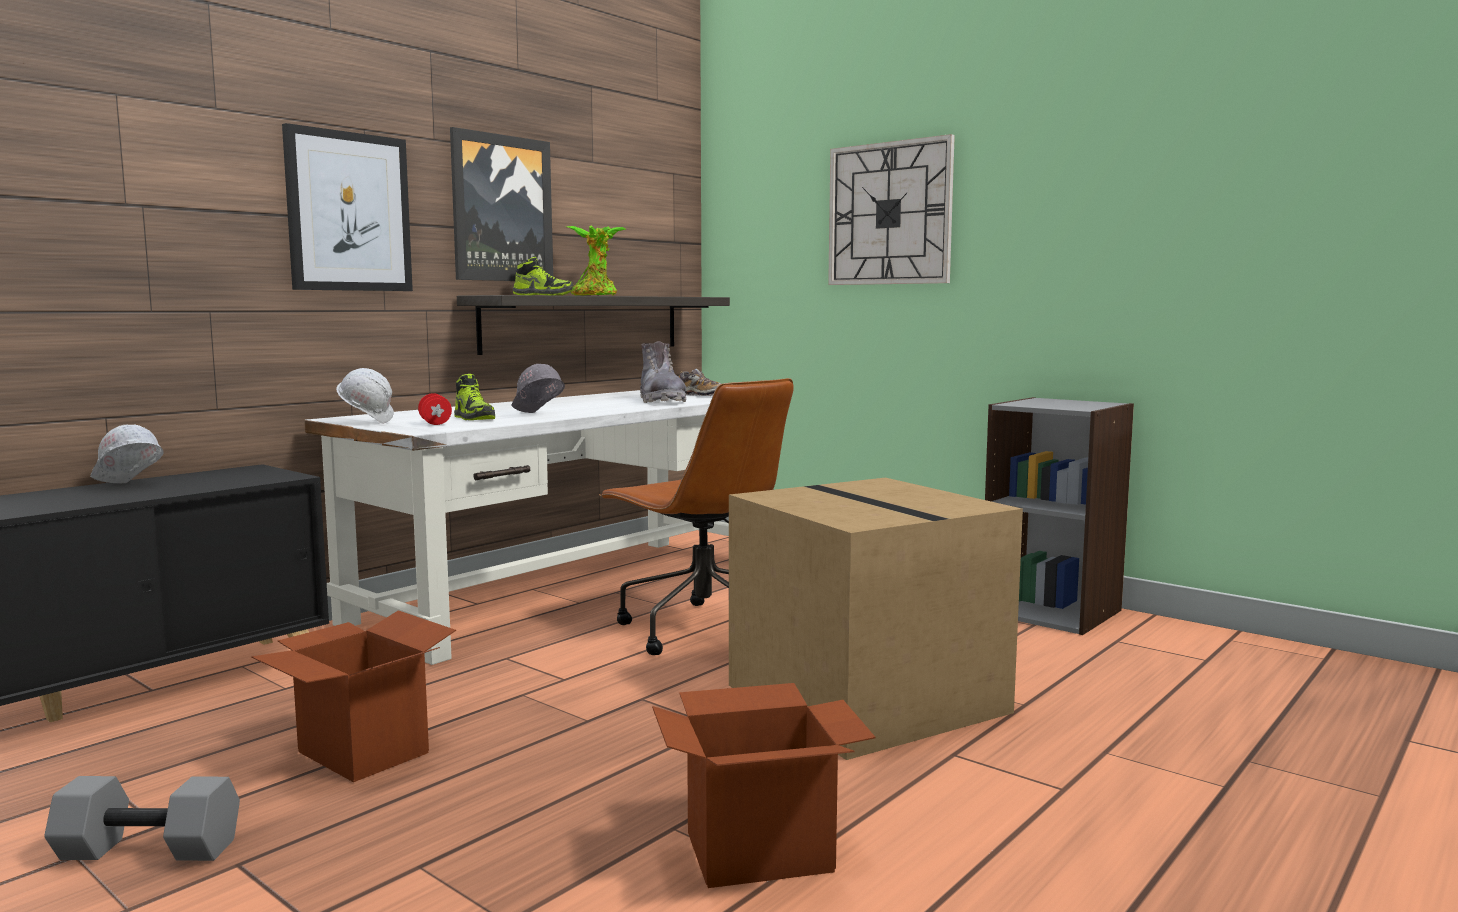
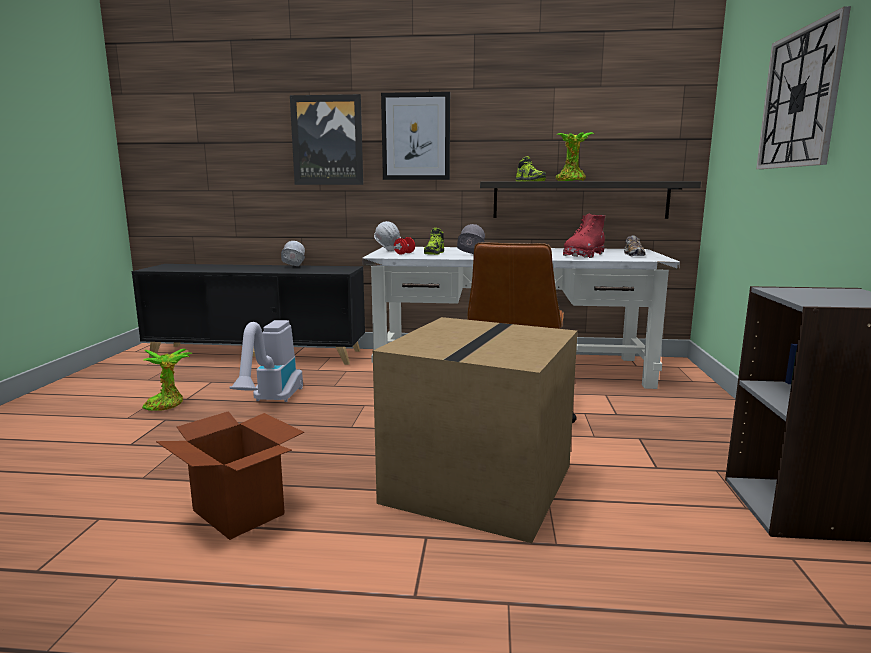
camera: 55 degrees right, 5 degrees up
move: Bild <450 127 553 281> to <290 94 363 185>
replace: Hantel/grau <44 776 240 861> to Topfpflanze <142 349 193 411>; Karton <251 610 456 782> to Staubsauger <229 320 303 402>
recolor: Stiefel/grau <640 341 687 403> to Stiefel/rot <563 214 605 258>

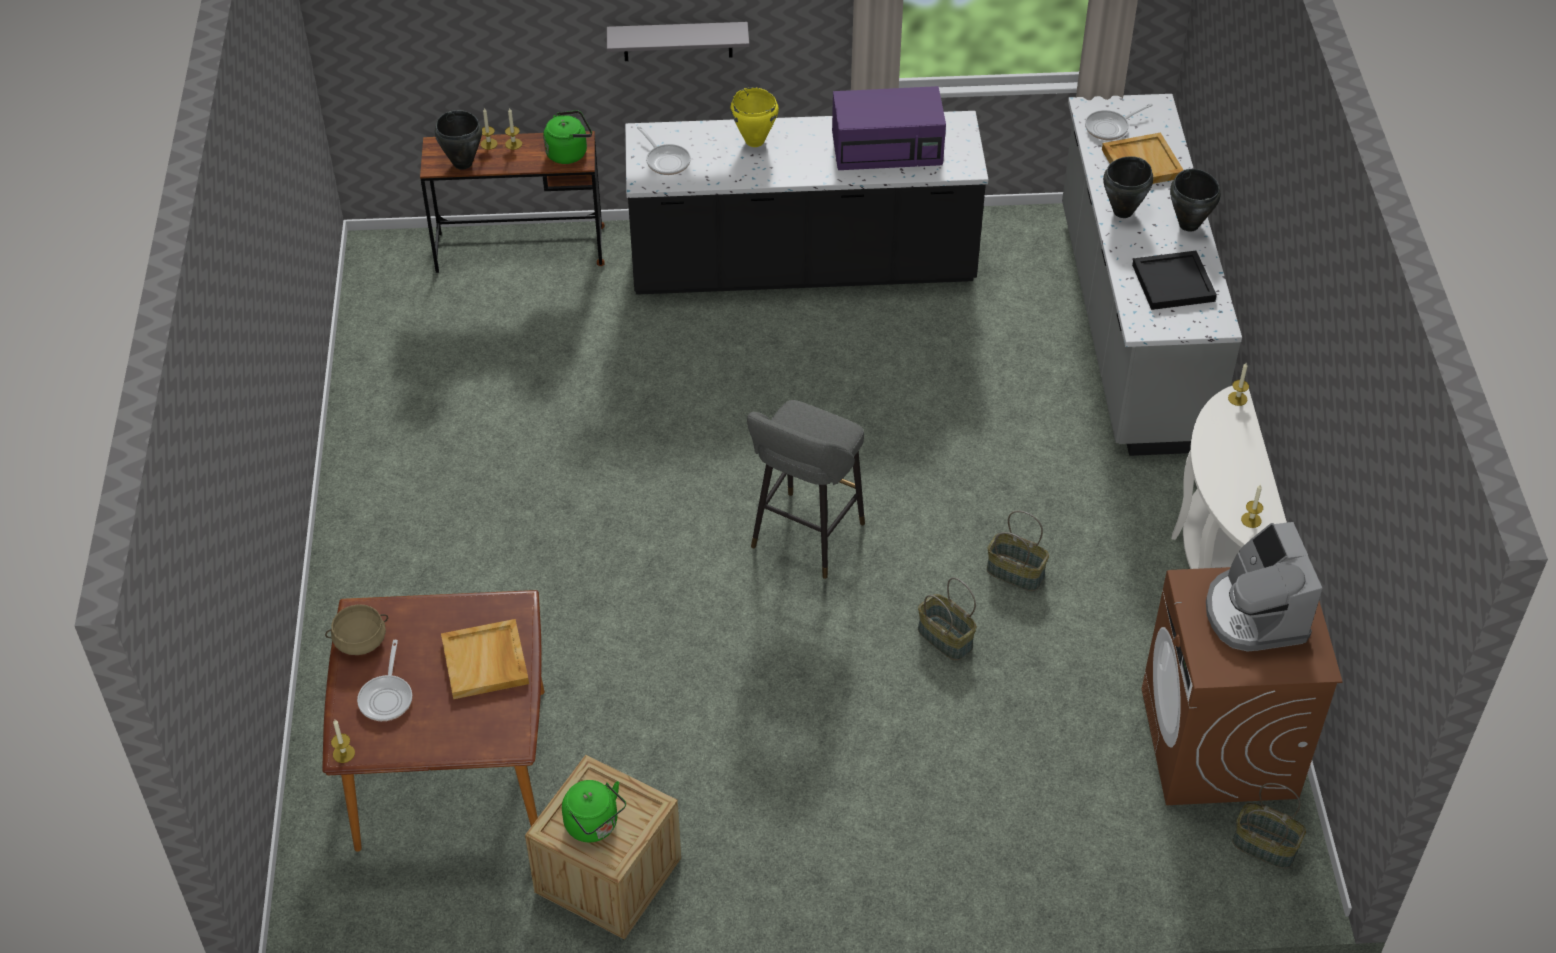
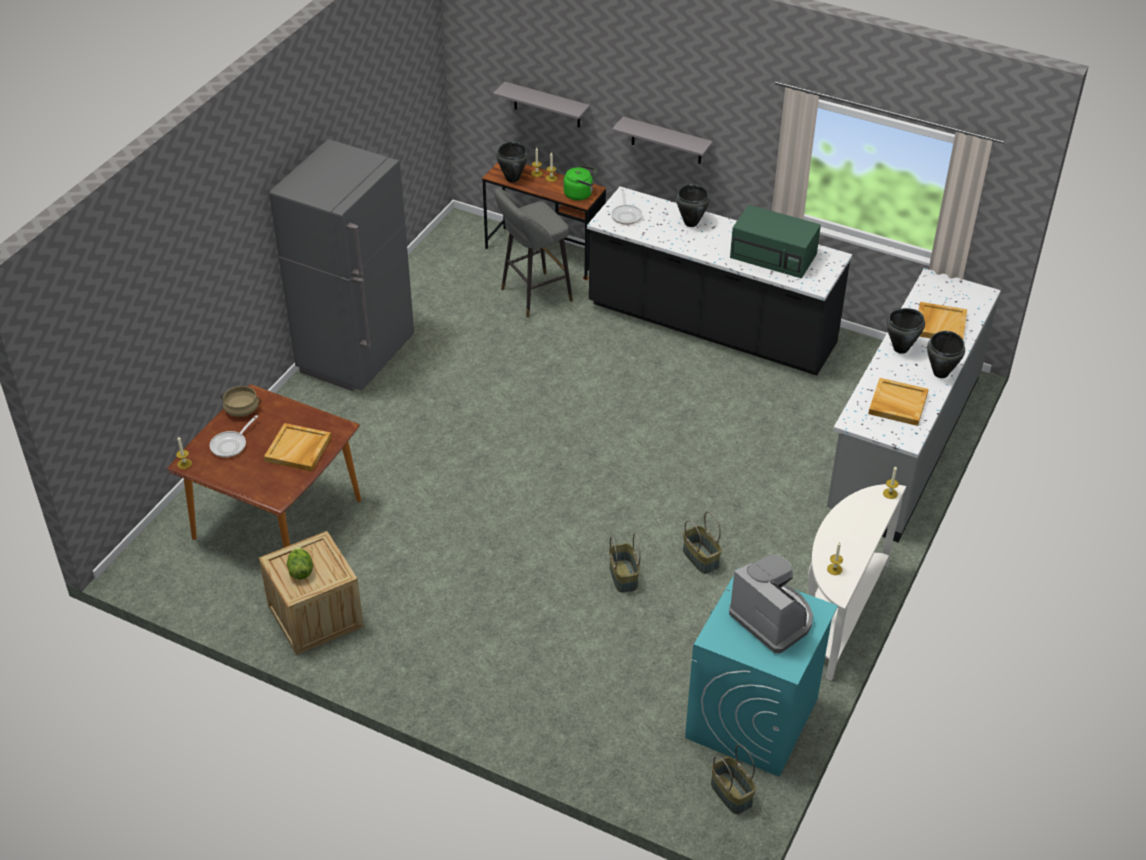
camera: 30 degrees right, 5 degrees down
delete: Pfanne <1085 103 1153 140>
insert: Kühlschrank/grau <269 139 414 391>; Wandregal/grau <493 82 590 128>
move: Hocker/grau <747 400 865 579> to <494 188 573 318>
replace: Wasserkessel/grün <562 780 626 842> to Salatkopf <287 546 313 580>
recolor: Kochtopf/gelb <731 87 779 147> to Kochtopf/schwarz <676 184 710 227>; Waschmaschine/braun <1141 567 1343 805> to Waschmaschine/türkis <685 575 838 777>; Mikrowelle/lila <832 86 946 170> to Mikrowelle/grün <730 205 821 278>; Tablett/schwarz <1132 251 1217 310> to Tablett/beige <868 378 929 426>
rotate: Kaffeemaschine <1206 522 1323 651> = <729 554 813 654> 120 degrees clockwise

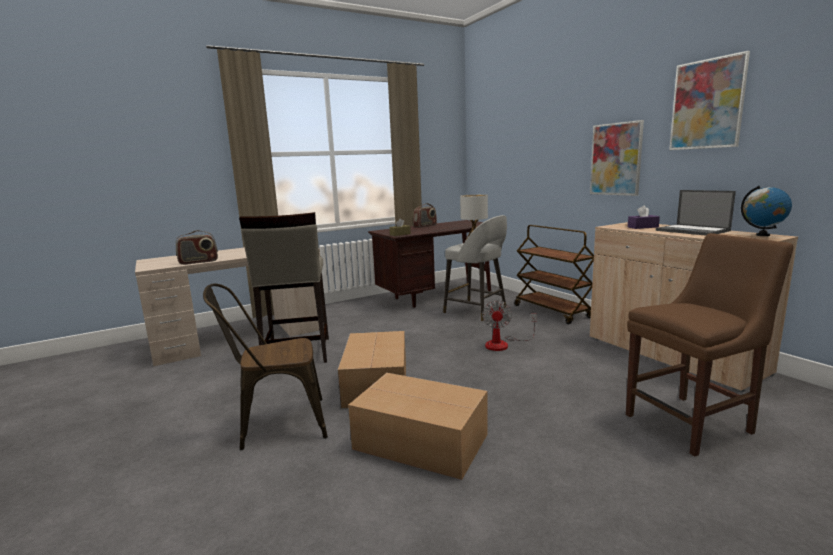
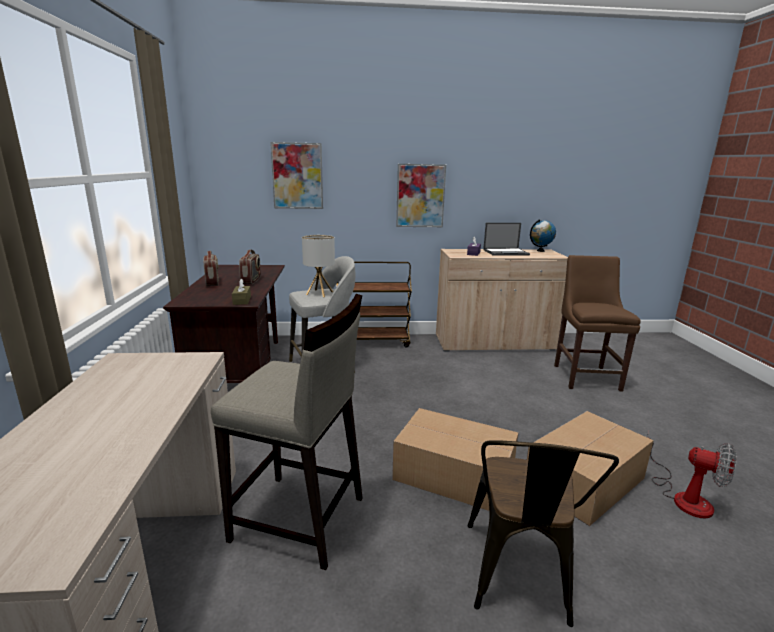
camera: 65 degrees left, 5 degrees up
move: Radio <176 230 218 265> to <239 249 261 284>; Bild <669 51 750 150> to <270 142 323 209>; Ventilator <482 300 537 351> to <647 431 737 518>

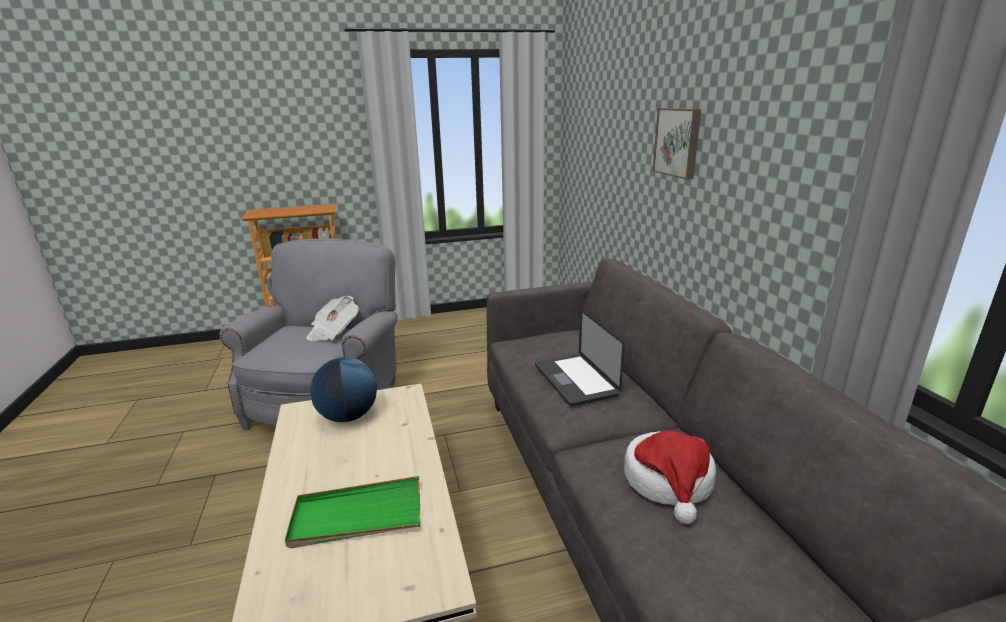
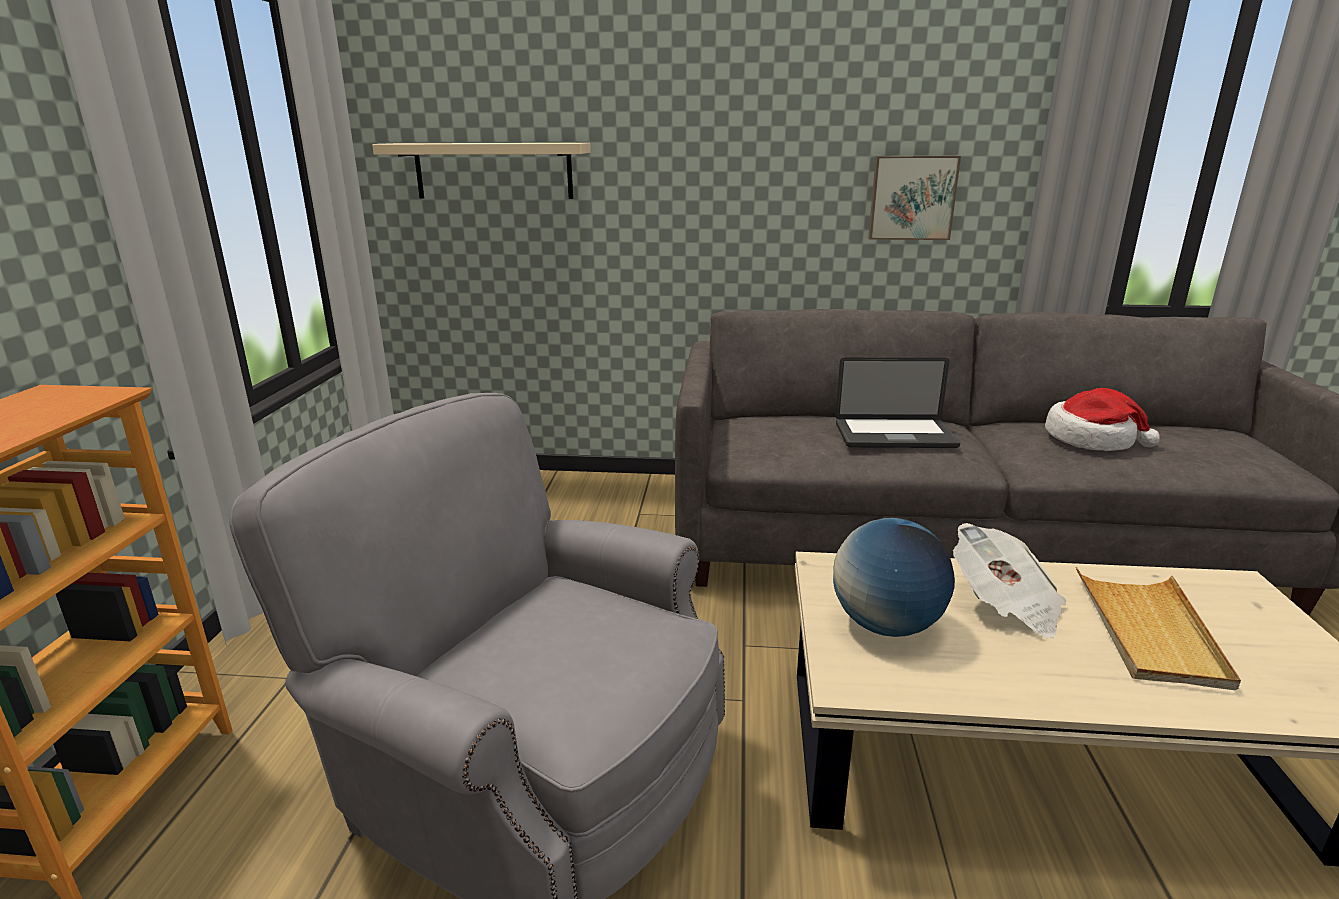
camera: 70 degrees left, 0 degrees up
insert: Wandregal/beige <372 143 591 199>
move: Bild <652 108 701 180> to <868 156 961 240>; Zeitung <306 296 359 341> to <953 523 1066 639>
recolor: Tablett/grün <285 476 420 548> to Tablett/beige <1076 567 1241 690>

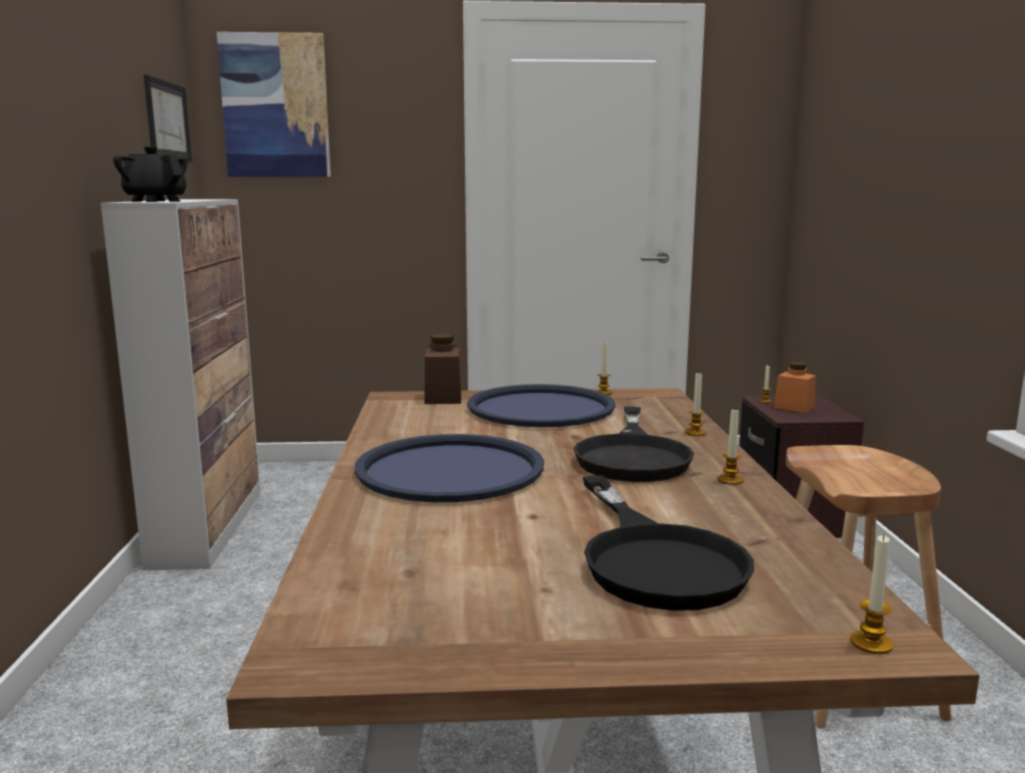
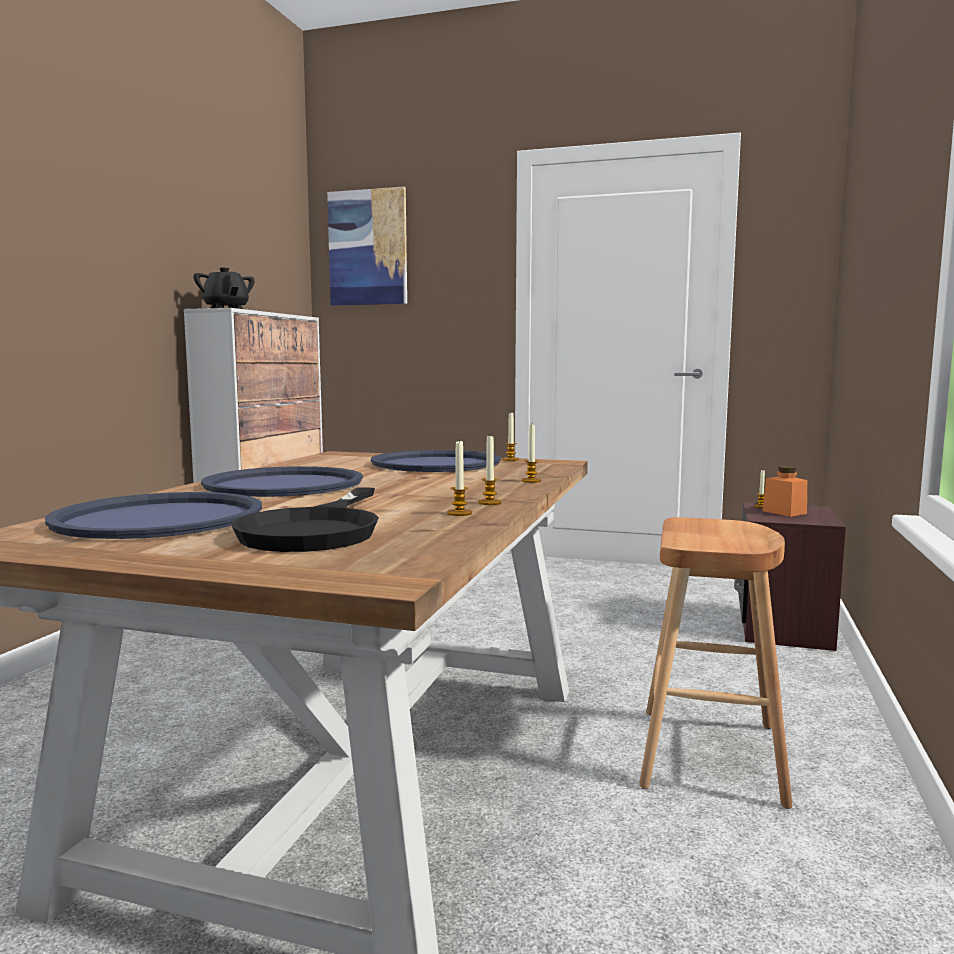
camera: 20 degrees right, 5 degrees down
delete: Bild <144 75 192 162>; Vorratsglas/braun <425 334 461 404>; Pfanne/schwarz <573 407 694 482>
insert: Tablett/blau <45 492 262 539>
move: Kerze <850 535 893 654> to <447 439 472 516>

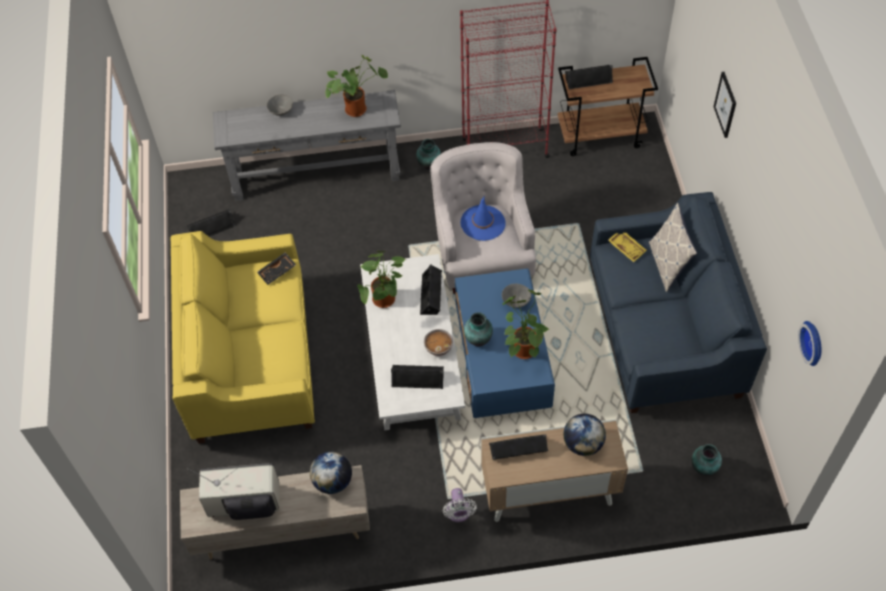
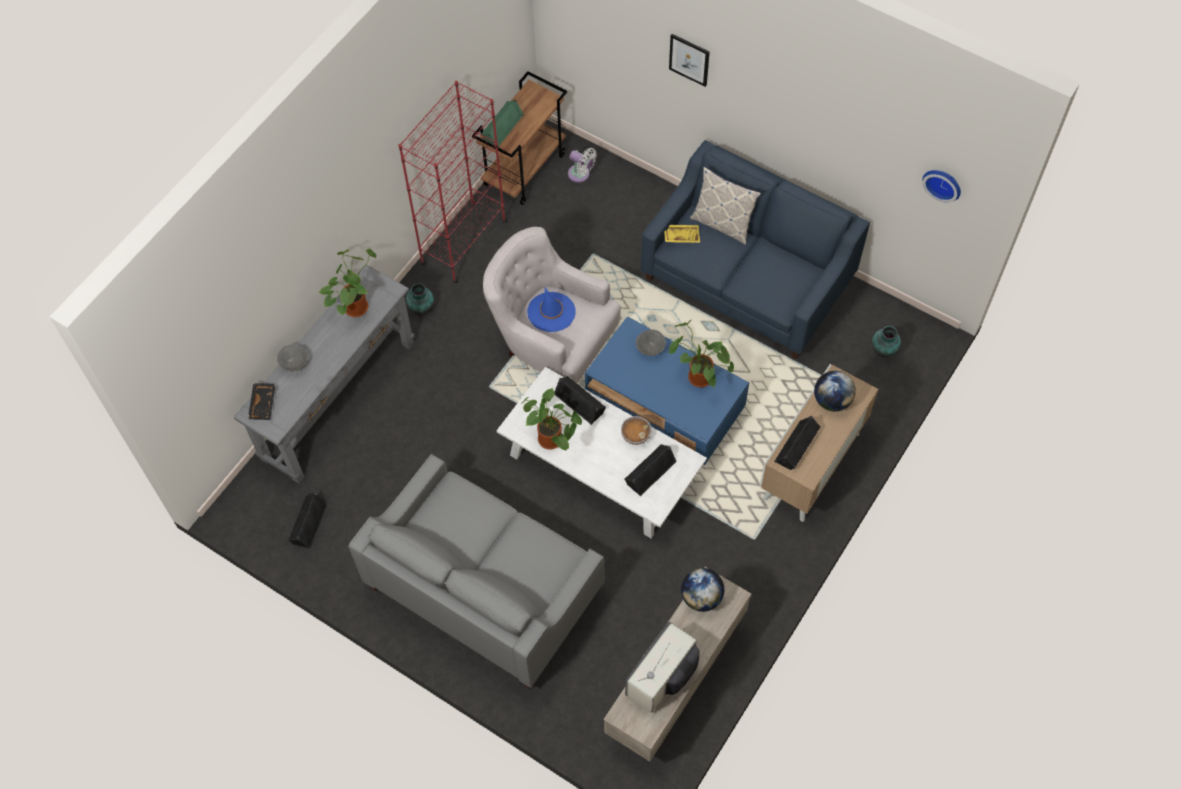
camera: 50 degrees left, 5 degrees up
delete: Vase <464 313 493 347>
move: Tablett/schwarz <257 252 296 285> to <248 383 276 420>; Ventilator/weiß <442 488 477 522> to <568 148 597 183>
recolor: Sofa/gelb <170 231 315 444> to Sofa/grau <349 454 605 690>; Lautsprecher/schwarz <565 65 613 89> to Lautsprecher/grün <481 99 524 147>

